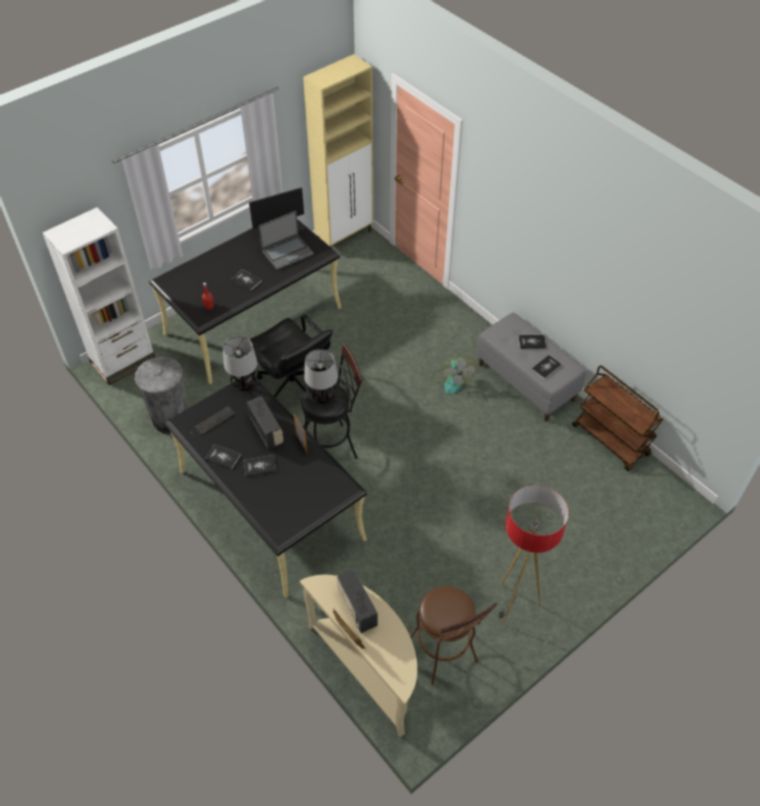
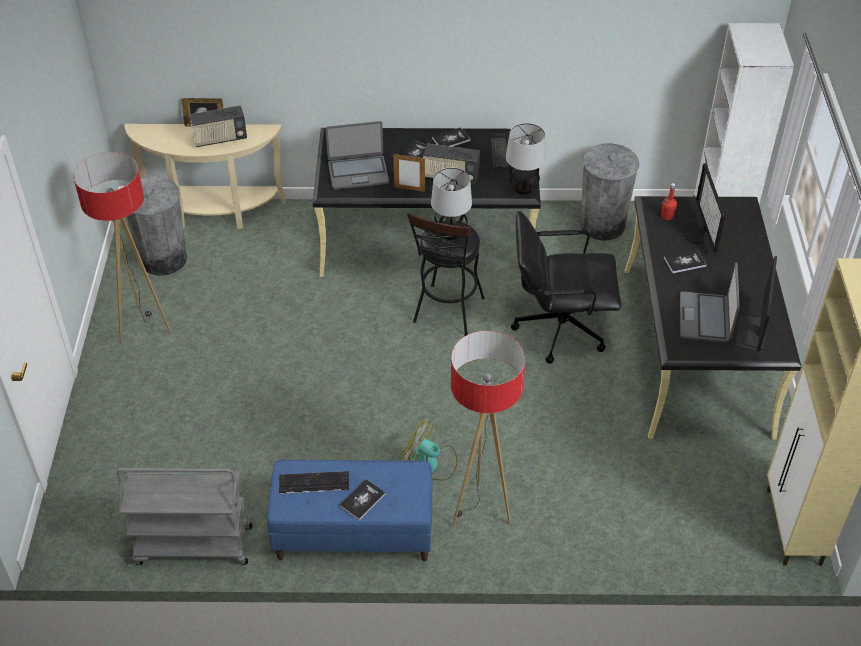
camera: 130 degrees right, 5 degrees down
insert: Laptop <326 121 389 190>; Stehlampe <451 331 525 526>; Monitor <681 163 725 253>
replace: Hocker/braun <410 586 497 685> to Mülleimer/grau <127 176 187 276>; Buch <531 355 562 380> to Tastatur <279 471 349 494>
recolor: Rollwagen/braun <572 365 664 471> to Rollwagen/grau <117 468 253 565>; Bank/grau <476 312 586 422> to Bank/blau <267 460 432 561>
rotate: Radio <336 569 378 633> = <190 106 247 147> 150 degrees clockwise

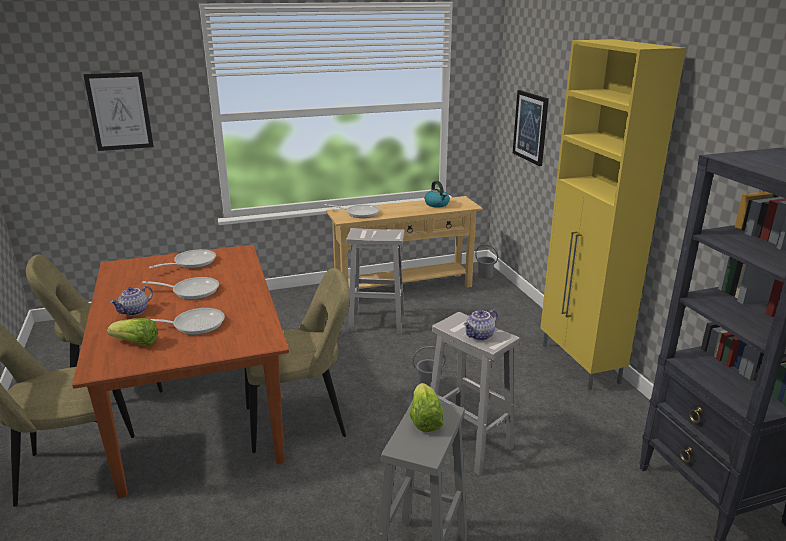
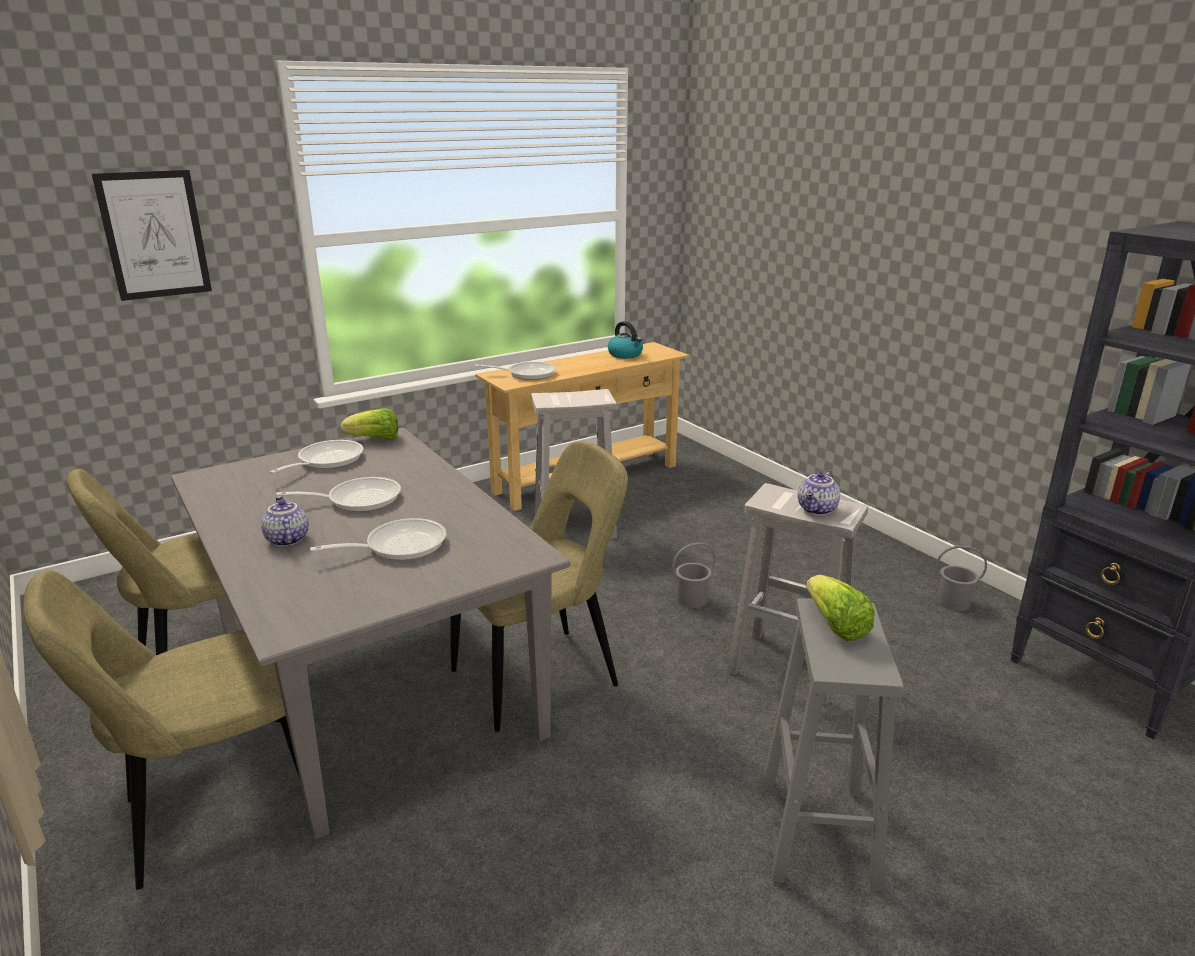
camera: 15 degrees left, 0 degrees up
delete: Bild <513 90 549 166>; Schrank/gelb <541 39 686 390>
move: Salatkopf <107 318 158 346> to <341 408 398 440>; Eimer/grau <475 244 498 279> to <936 545 987 611>
recolor: Esstisch/braun <72 245 289 498> to Esstisch/grau <171 427 571 839>
rotate: Teekanne <110 285 153 316> = <261 496 309 547> 135 degrees clockwise

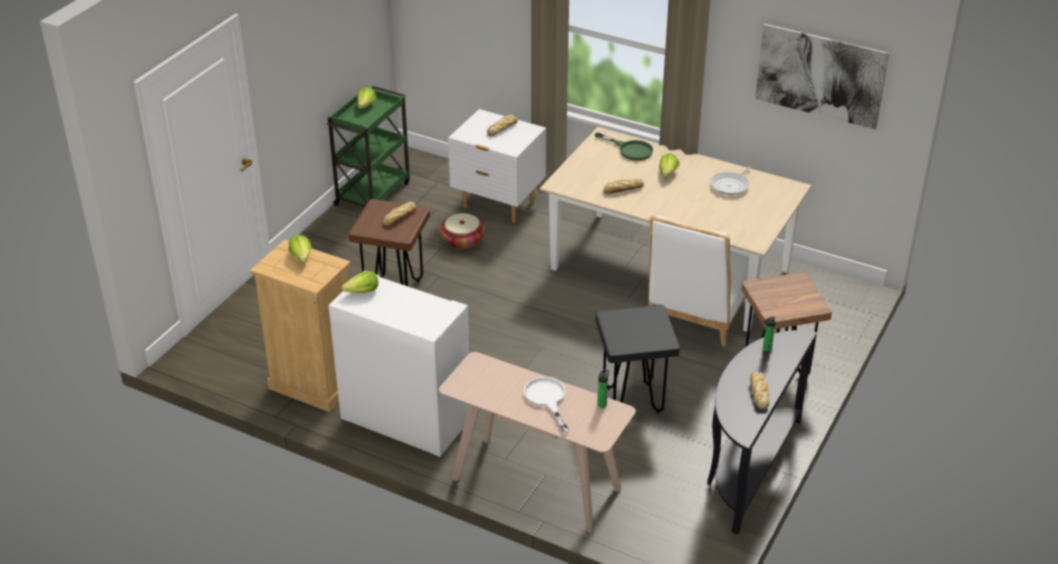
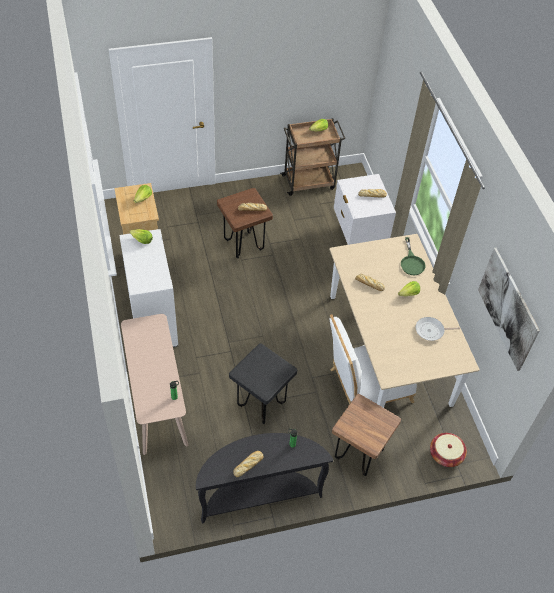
camera: 45 degrees right, 15 degrees up
delete: Pfanne/weiß <524 377 569 433>
move: Korb <440 213 485 249> to <430 433 467 467>
recolor: Rollwagen/grün <327 86 410 207> to Rollwagen/braun <280 118 346 196>

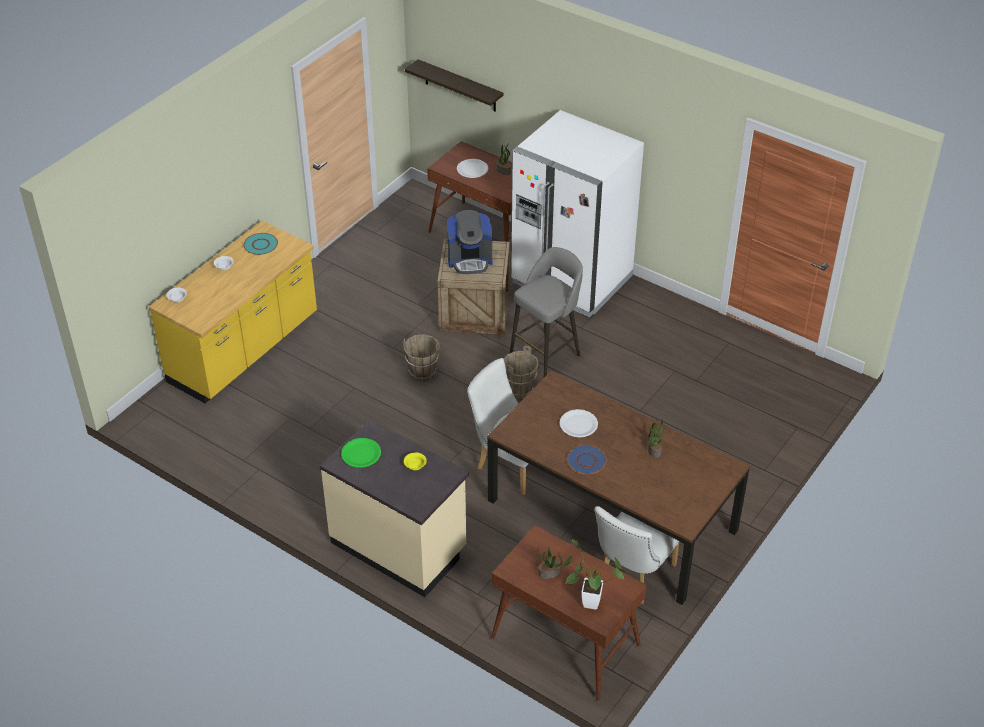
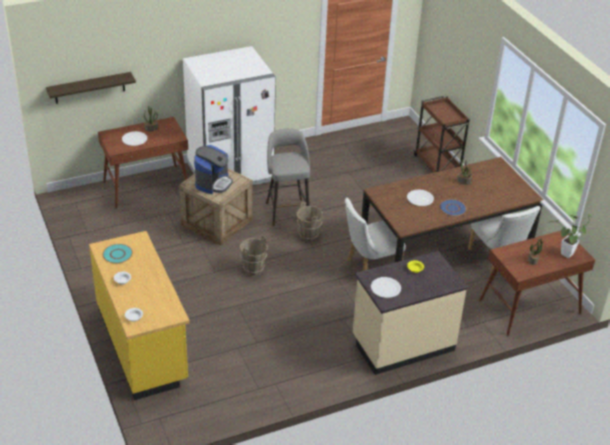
camera: 60 degrees left, 5 degrees down
insert: Rollwagen/braun <414 96 470 173>
recolor: Teller/grün <341 438 381 468> to Teller/weiß <371 277 401 298>

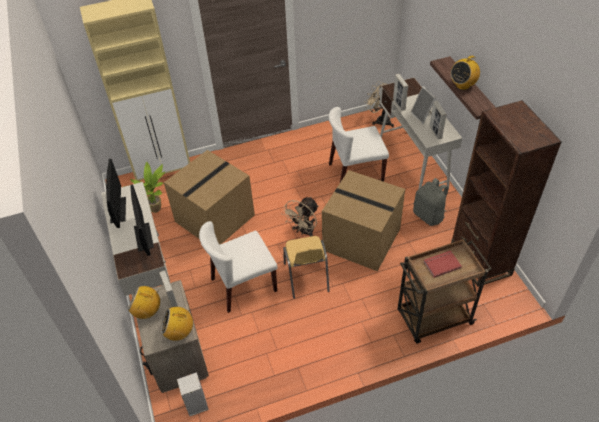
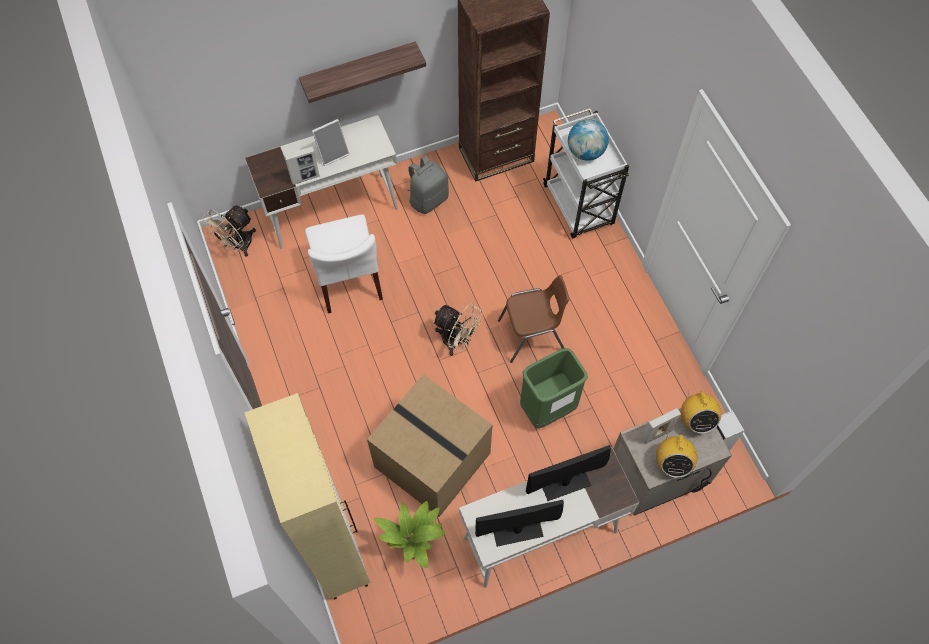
camera: 95 degrees left, 15 degrees up
delete: Karton <322 170 405 271>; Bilderrahmen <430 101 447 139>; Radio <451 56 480 90>
replace: Stuhl/weiß <199 221 278 313> to Mülleimer/grün <520 348 588 428>; Buch/rot <424 250 462 278> to Globus <568 119 609 161>
recolor: Stuhl/gelb <283 236 330 299> to Stuhl/braun <498 275 569 363>; Rollwagen/braun <398 238 492 343> to Rollwagen/weiß <543 108 629 238>

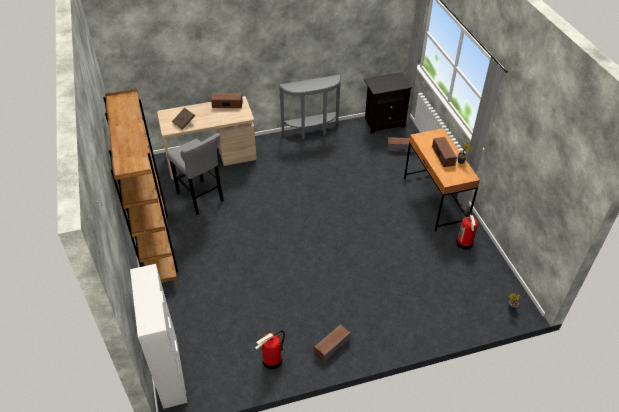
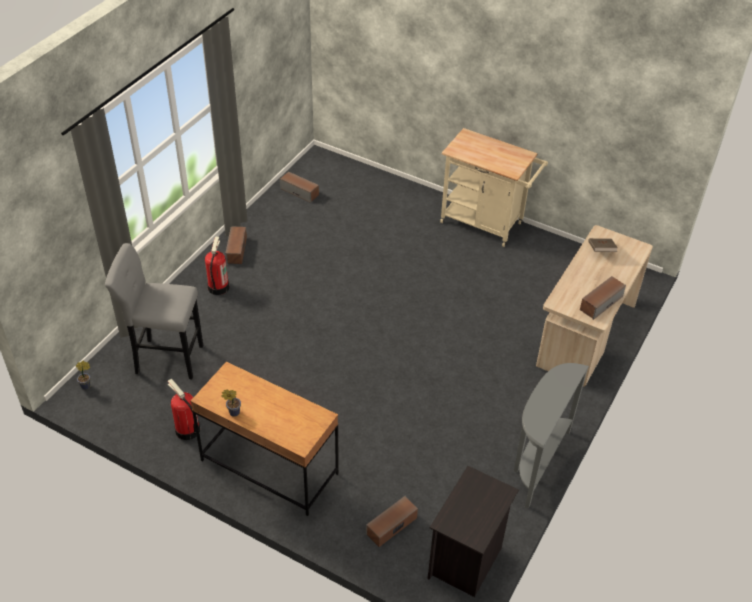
camera: 135 degrees right, 0 degrees up
delete: Schrank/weiß <130 264 187 409>
move: Hocker/grau <167 133 224 215> to <105 243 203 380>; Feuerlöscher <255 330 285 370> to <205 237 230 295>; Lautsprecher <432 137 457 167> to <280 172 319 203>
replace: Bücherregal/braun <103 89 178 283> to Rollwagen/beige <440 128 548 247>

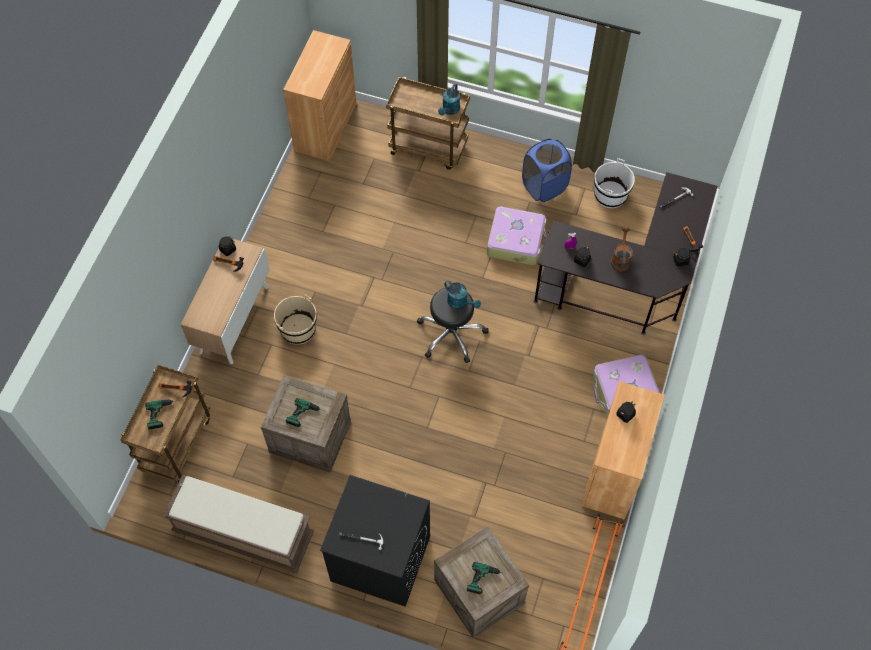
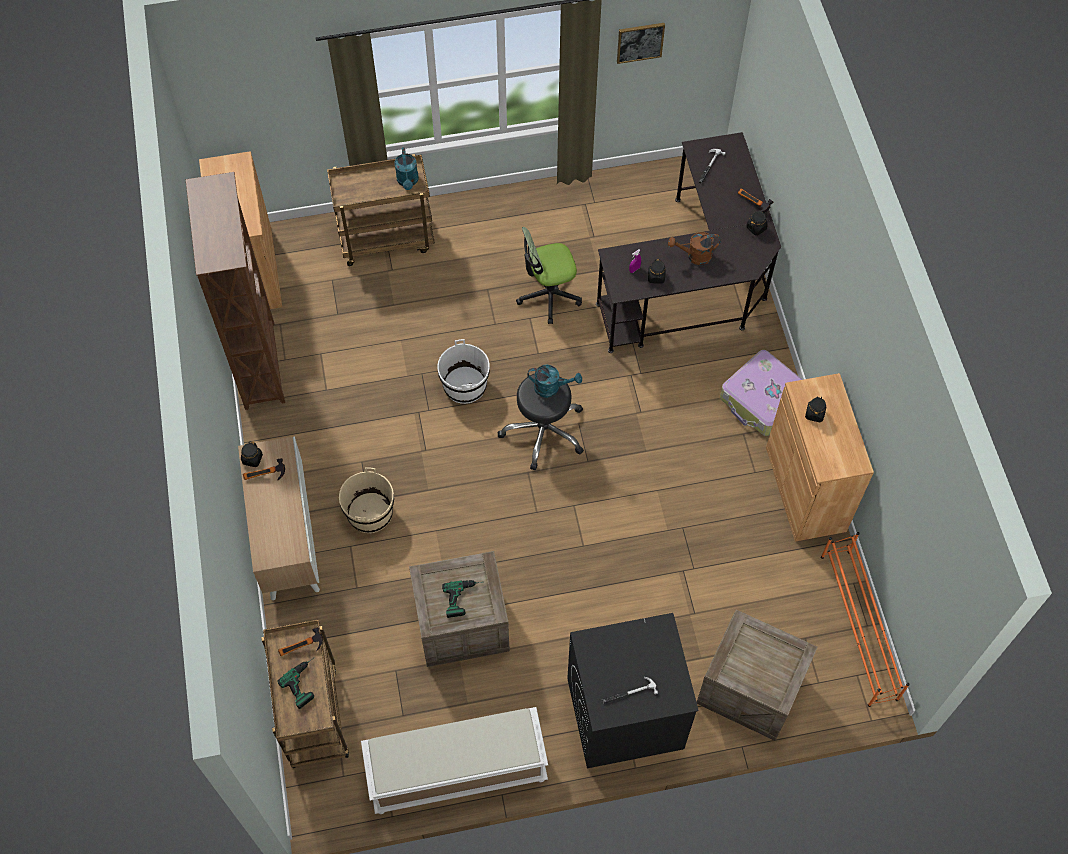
camera: 30 degrees left, 0 degrees up
delete: Bohrmaschine <467 562 505 594>; Wäschekorb/blau <522 139 572 202>
insert: Bücherregal/braun <186 172 285 410>; Bild <617 23 665 64>
move: Eimer/weiß <594 158 635 208> to <437 339 490 404>
replace: Koffer <487 207 548 265> to Bürostuhl <516 227 582 324>
recolor: Bank/braun <163 475 314 573> to Bank/weiß <361 707 548 814>
rotate: Gießkanne/braun <611 227 633 272> = <668 232 721 265> 75 degrees counterclockwise

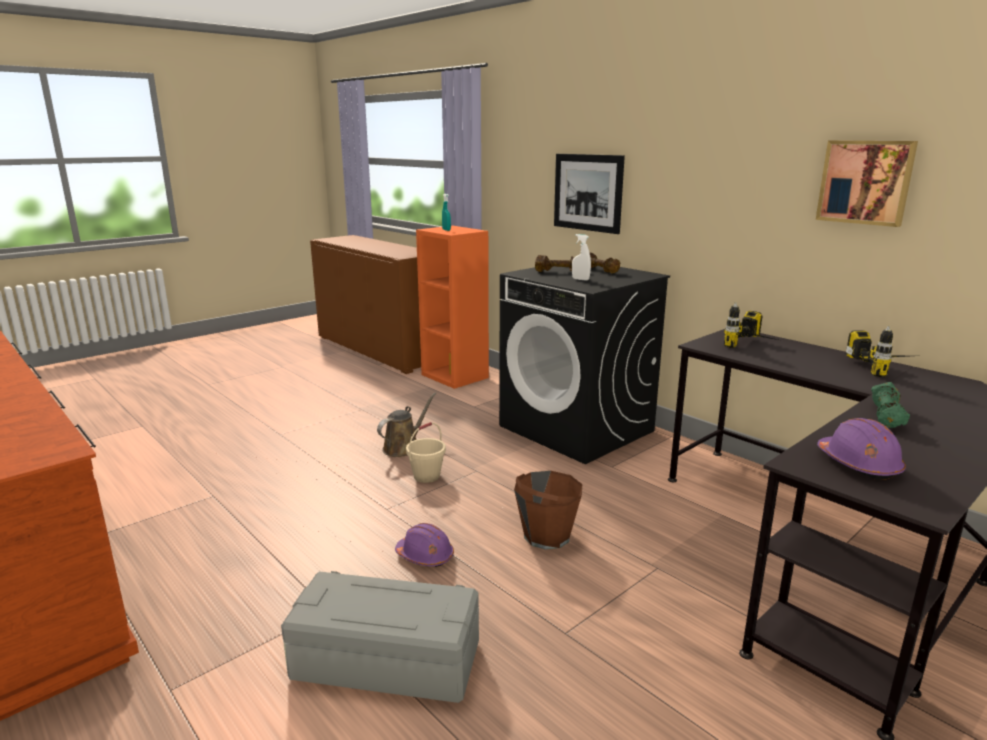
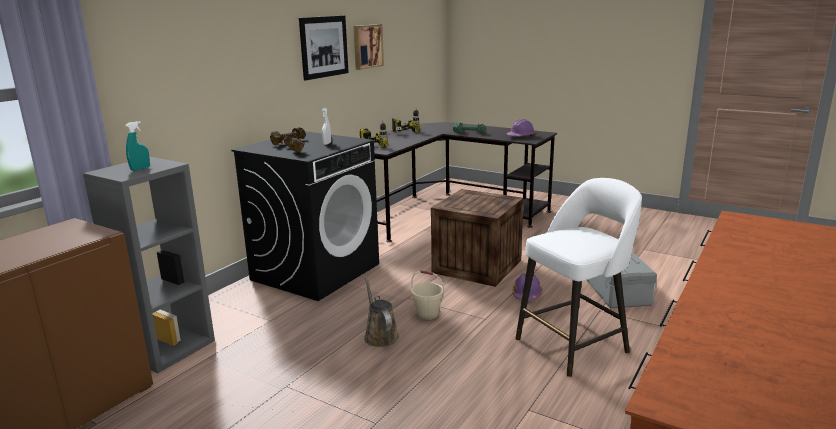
camera: 105 degrees left, 0 degrees up
insert: Hocker/weiß <516 178 642 377>
move: Bild <554 154 625 234> to <299 16 349 80>
replace: Eimer/braun <514 471 582 550> to Kiste <431 189 524 287>
recolor: Bücherregal/orange <416 226 489 389> to Bücherregal/grau <83 157 215 373>
rotate: Gießkanne/braun <377 392 436 457> = <364 278 399 347> 45 degrees clockwise

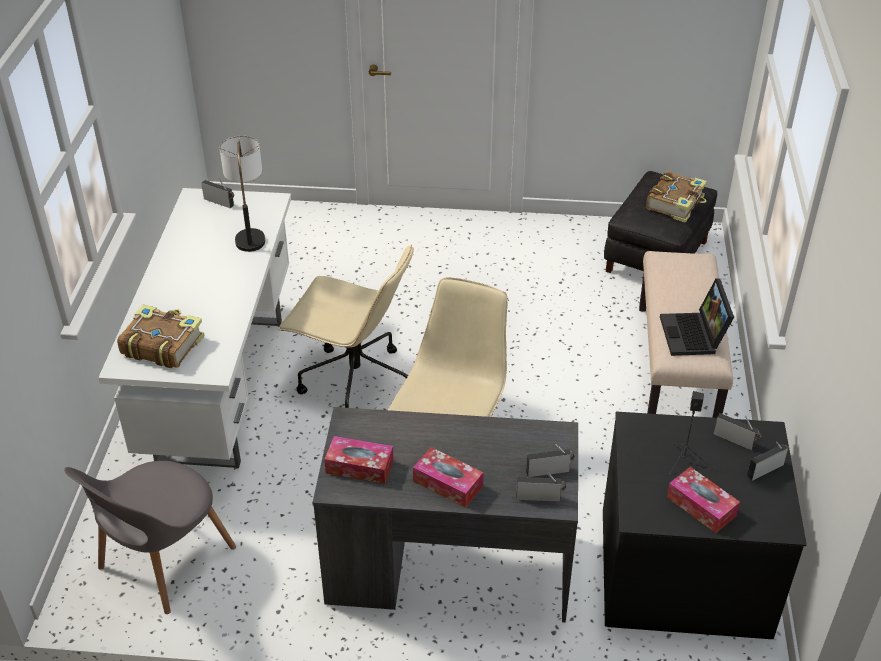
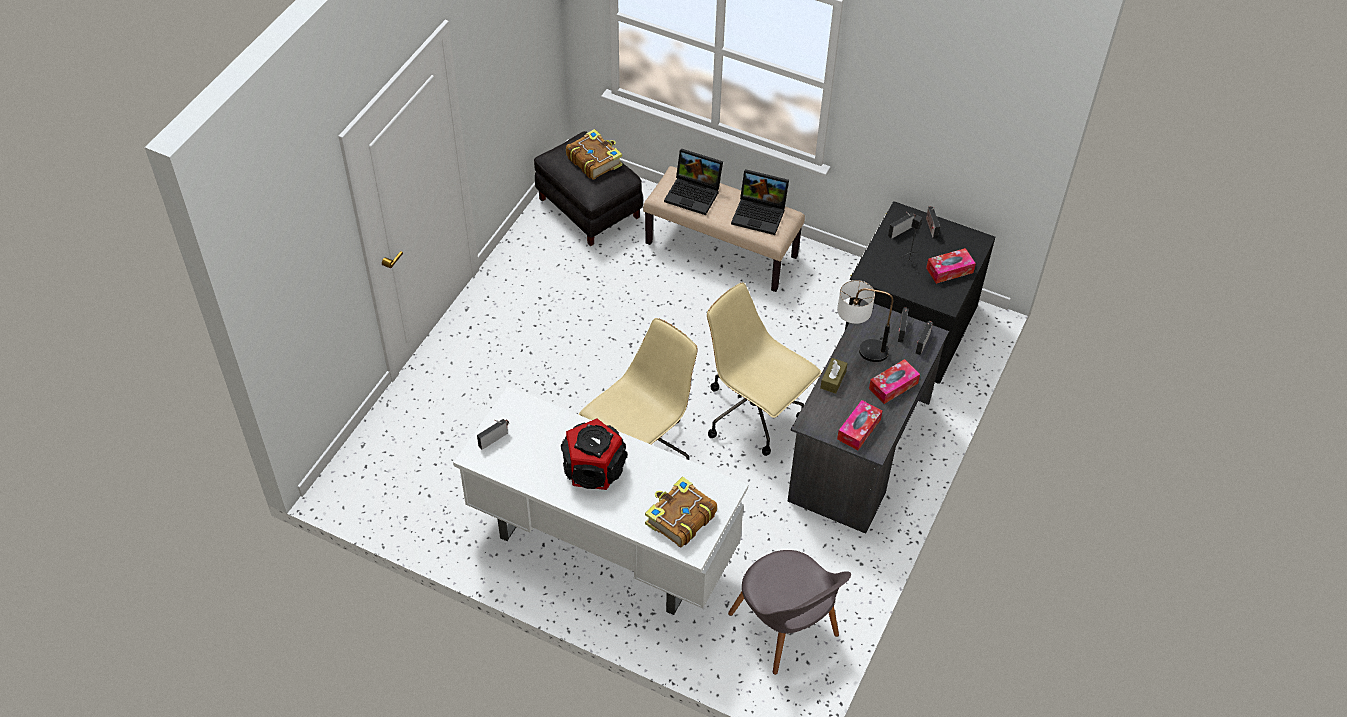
camera: 70 degrees left, 10 degrees up
insert: Lautsprecher <561 418 627 490>; Laptop <664 149 723 215>; Taschentuchbox/braun <820 358 848 394>
move: Tischlampe <220 136 265 252> to <837 280 893 362>

